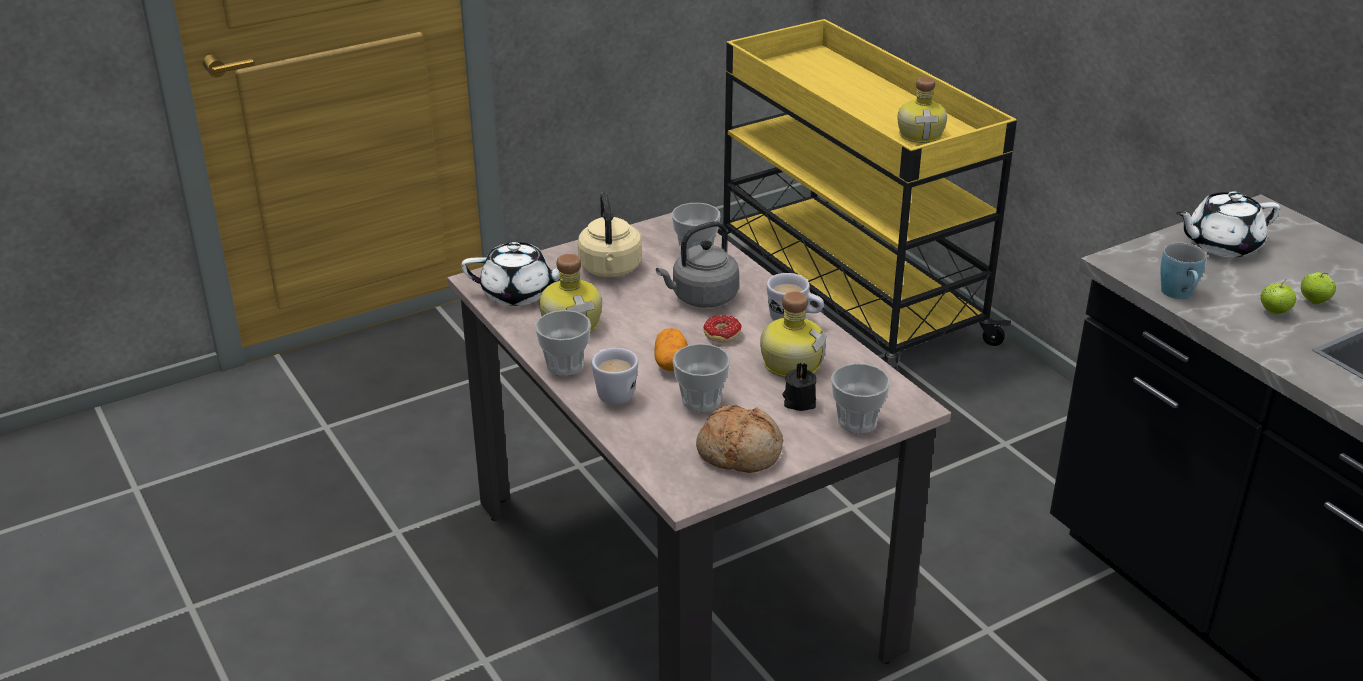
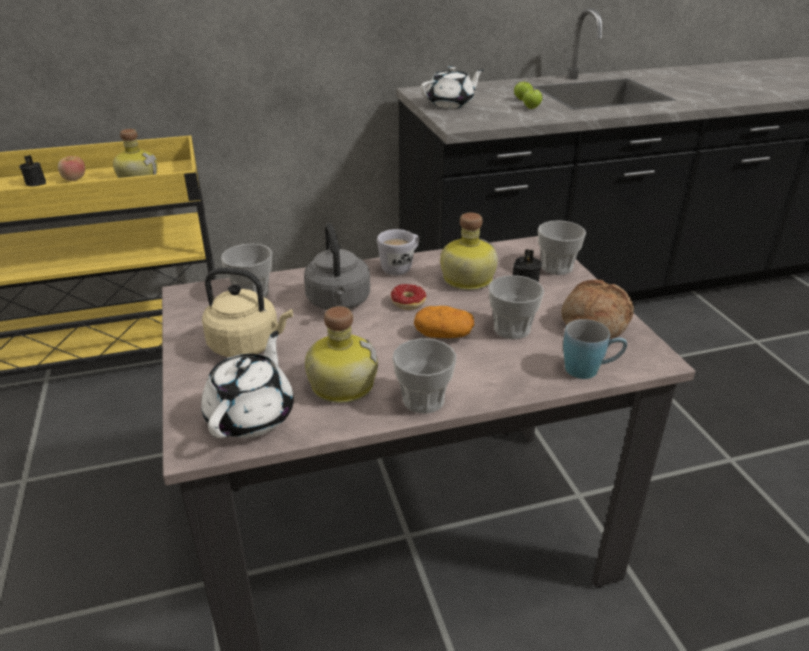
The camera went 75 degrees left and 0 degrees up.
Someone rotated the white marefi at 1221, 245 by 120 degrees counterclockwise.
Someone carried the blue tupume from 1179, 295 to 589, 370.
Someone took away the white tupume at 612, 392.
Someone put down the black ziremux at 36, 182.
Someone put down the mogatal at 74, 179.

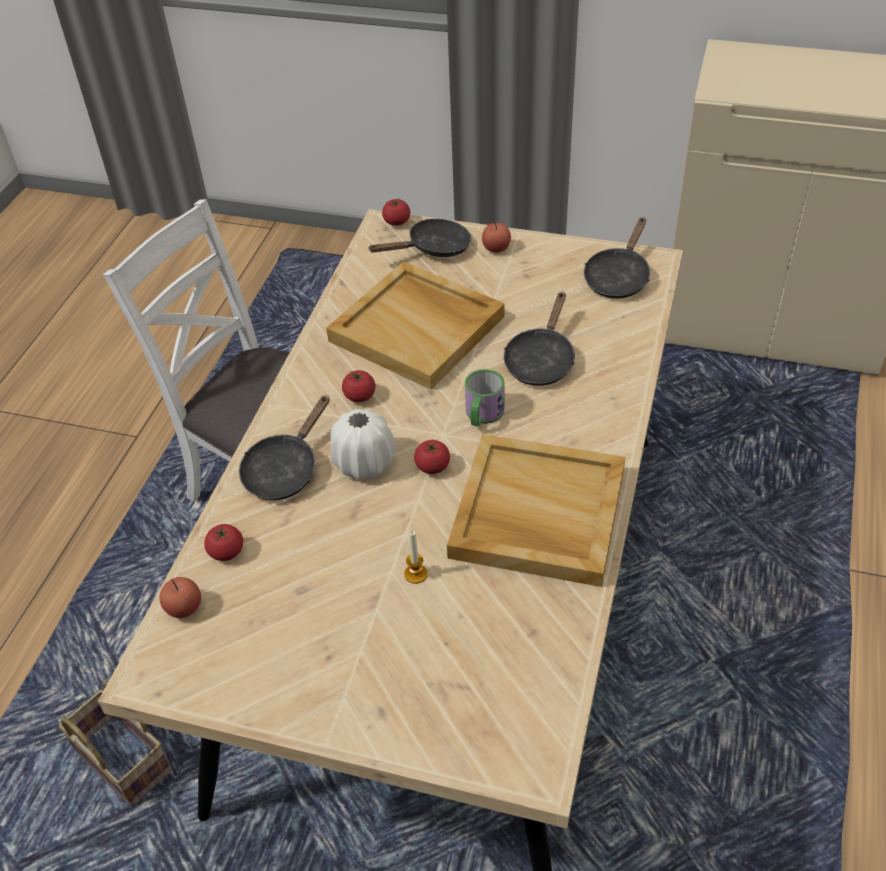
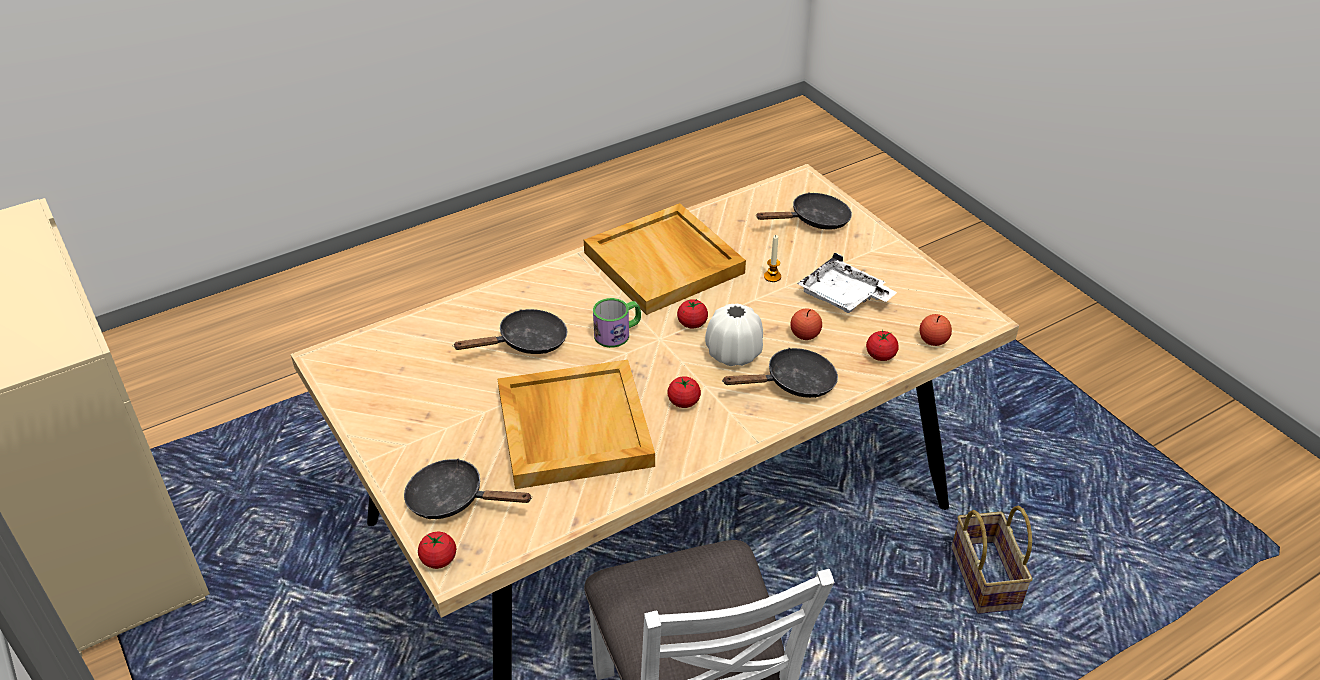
The camera went 140 degrees left and 5 degrees down.
Someone carried the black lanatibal from 618, 277 to 814, 221.
Someone carried the mogatal from 496, 248 to 805, 335.
Someone put down the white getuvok at 843, 297.

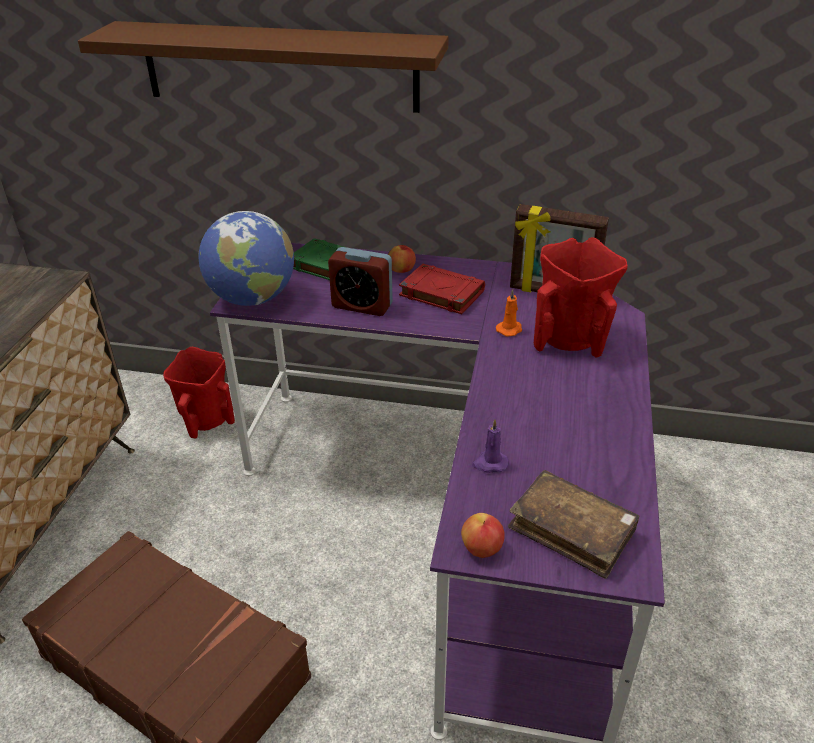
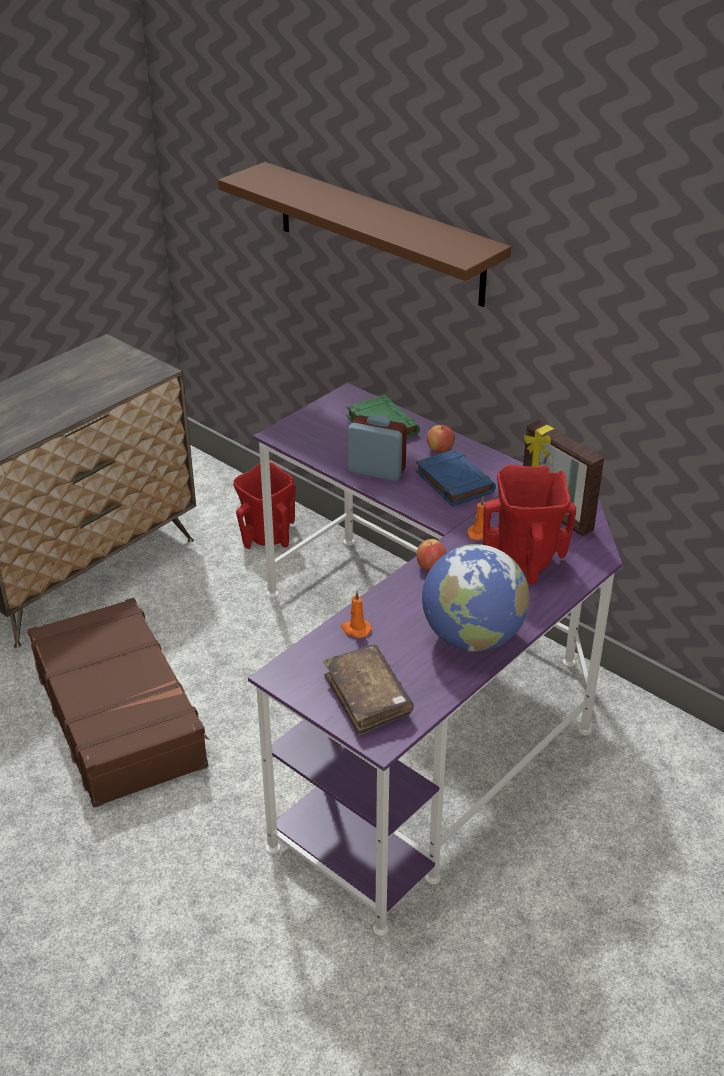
The camera went 30 degrees right and 0 degrees up.
Someone carried the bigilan from 252, 298 to 472, 637.
Someone rotated the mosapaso at 362, 306 by 150 degrees clockwise.
Someone repainted the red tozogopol at 440, 293, which became the blue tozogopol at 453, 482.
Someone repainted the purple ziremux at 489, 463, which became the orange ziremux at 355, 629.
Someone carried the mogatal from 482, 549 to 430, 566.

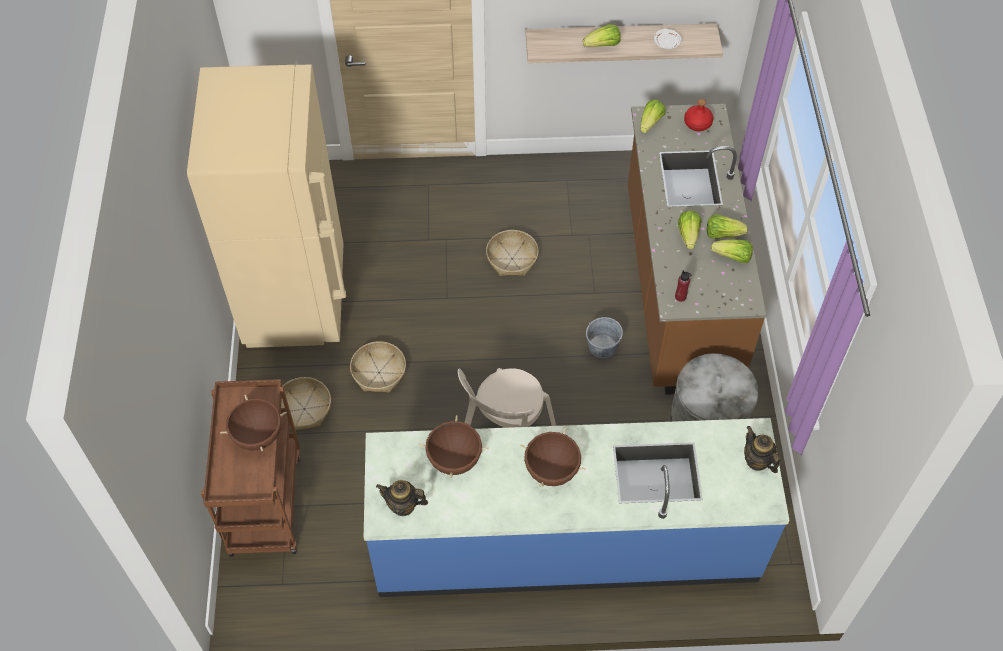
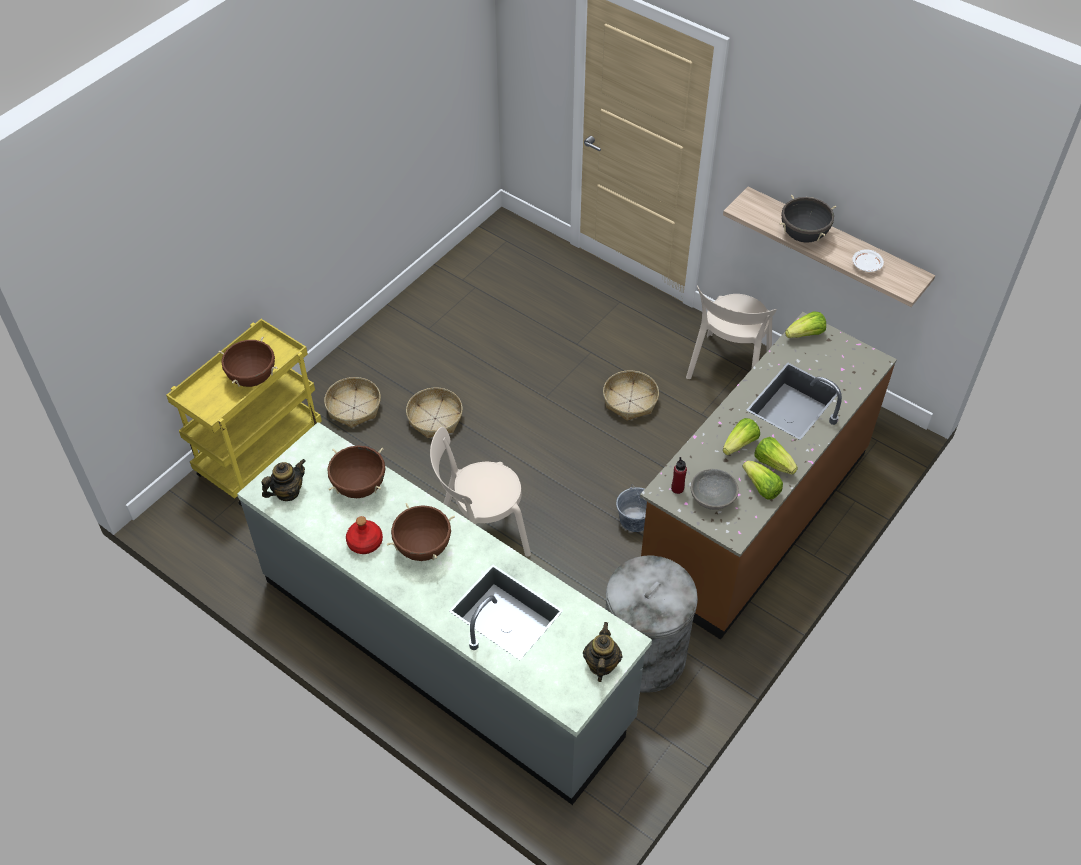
The camera went 40 degrees right and 5 degrees down.
Someone swapped the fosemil at 603, 45 for the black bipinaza at 803, 235.
Someone took away the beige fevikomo at 296, 299.
Someone carried the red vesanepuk from 697, 123 to 365, 542.
Someone repainted the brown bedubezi at 264, 501, which became the yellow bedubezi at 260, 453.
Someone repainted the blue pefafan at 565, 542, which became the grey pefafan at 445, 648.
Someone rotated the marefi at 403, 505 by 90 degrees clockwise.
Someone put down the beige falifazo at 727, 369.
Someone put down the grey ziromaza at 712, 497.

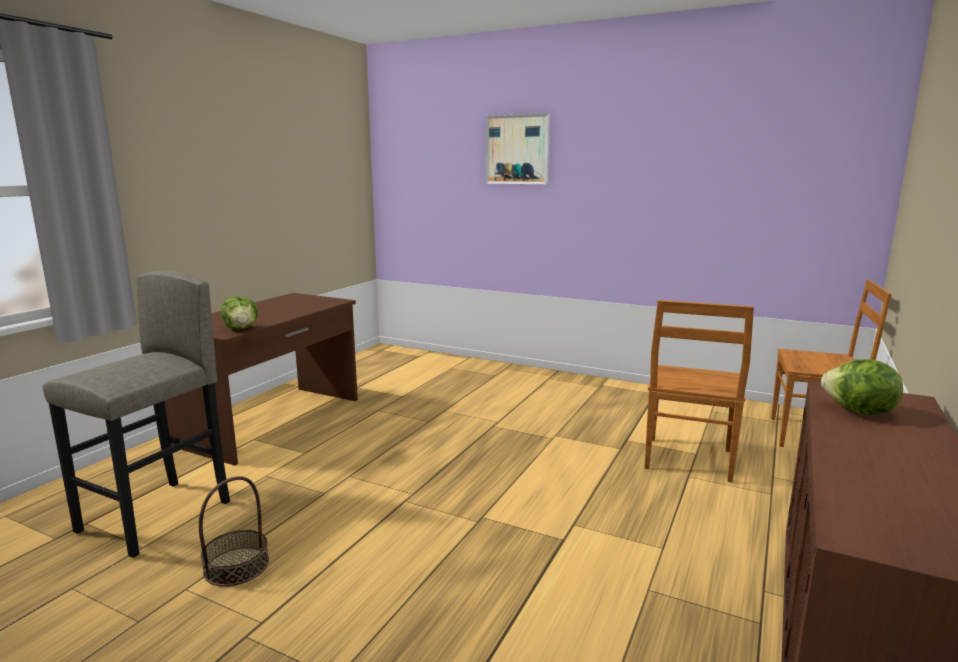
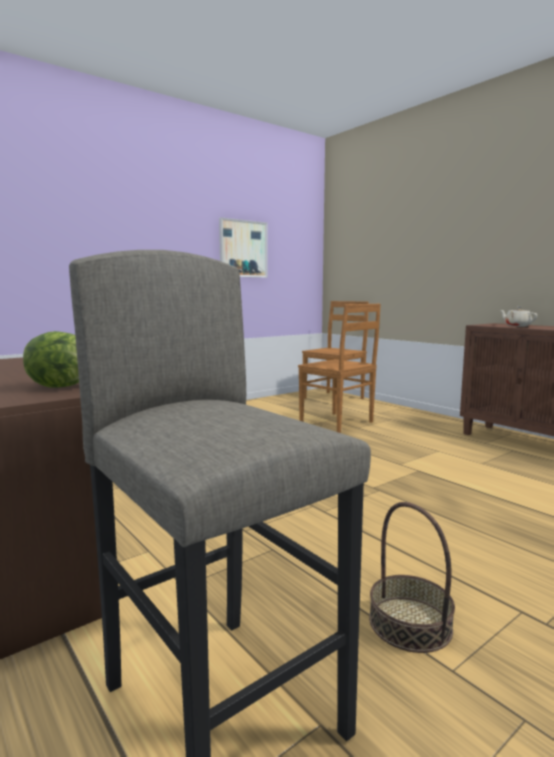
The camera went 65 degrees left and 5 degrees down.
Someone carried the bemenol from 517, 149 to 243, 249.
Someone swapped the fosemil at 859, 412 for the beige marefi at 516, 326.

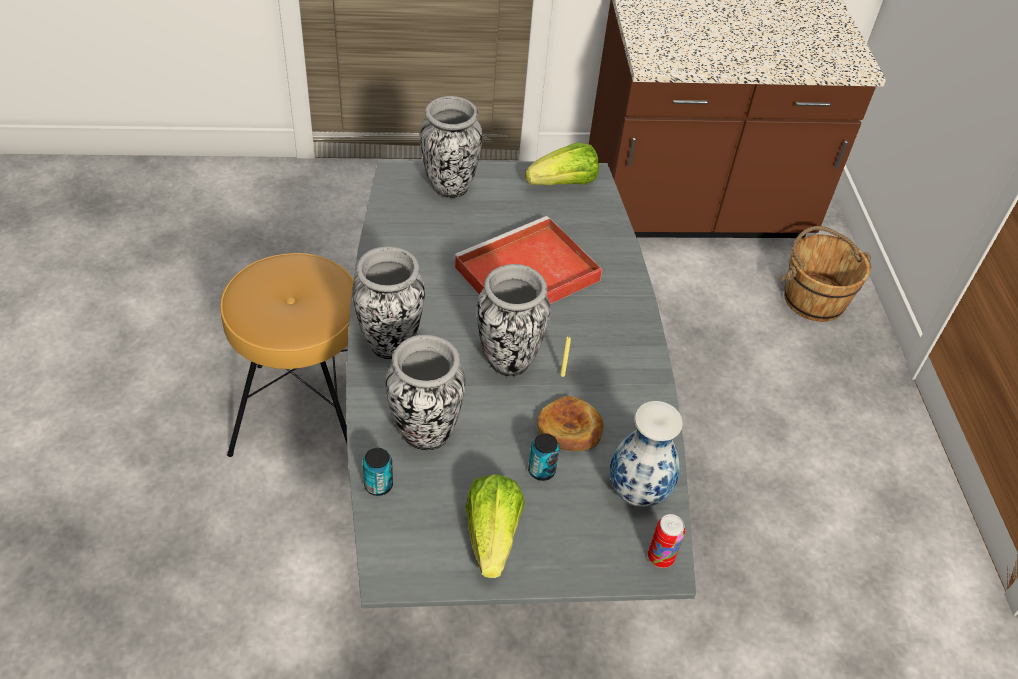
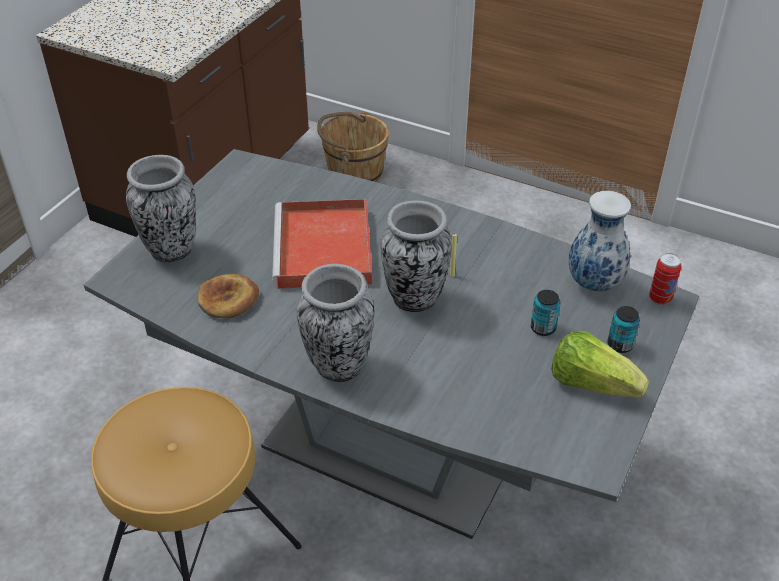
The camera went 55 degrees left and 5 degrees down.
Someone took away the fosemil at 564, 184.
Someone took away the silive at 425, 434.
Someone carried the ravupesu from 570, 428 to 228, 300.
Someone carried the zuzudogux from 378, 485 to 620, 345.

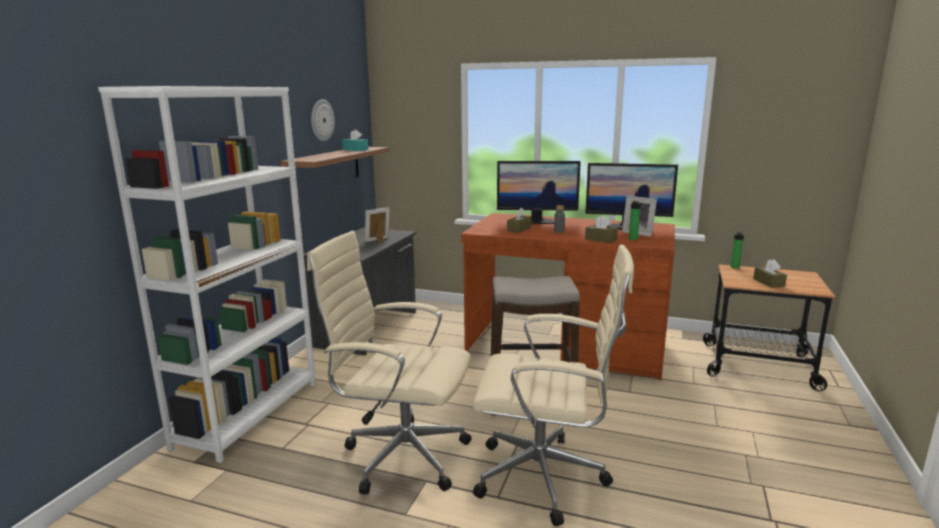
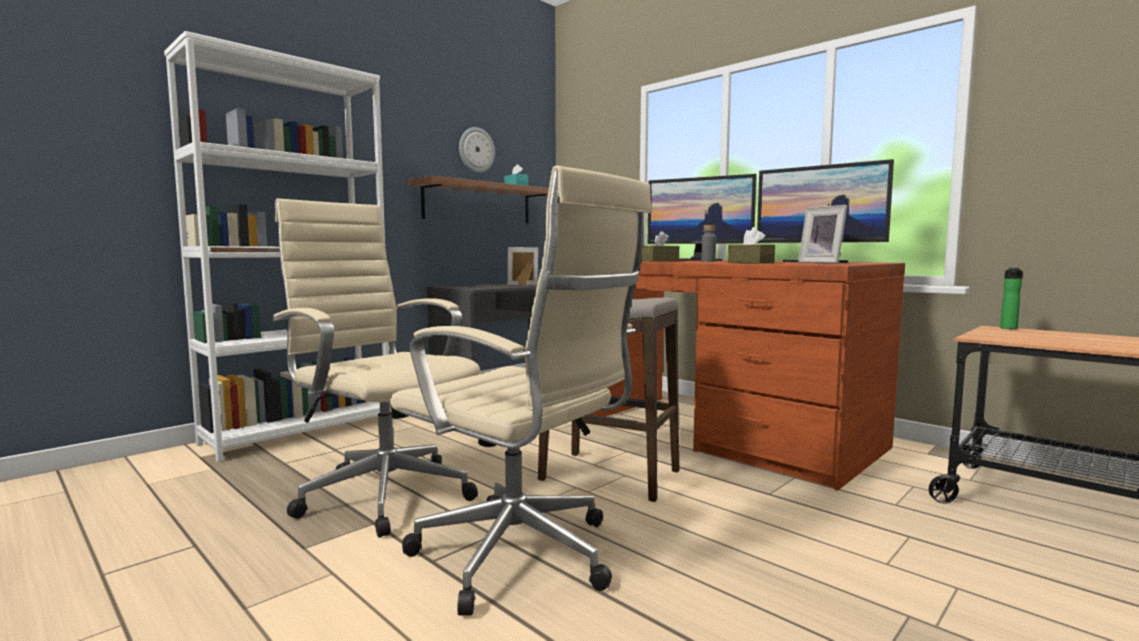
The camera went 25 degrees right and 10 degrees down.
Someone took away the vesanepuk at 634, 239.
Someone took away the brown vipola at 768, 282.

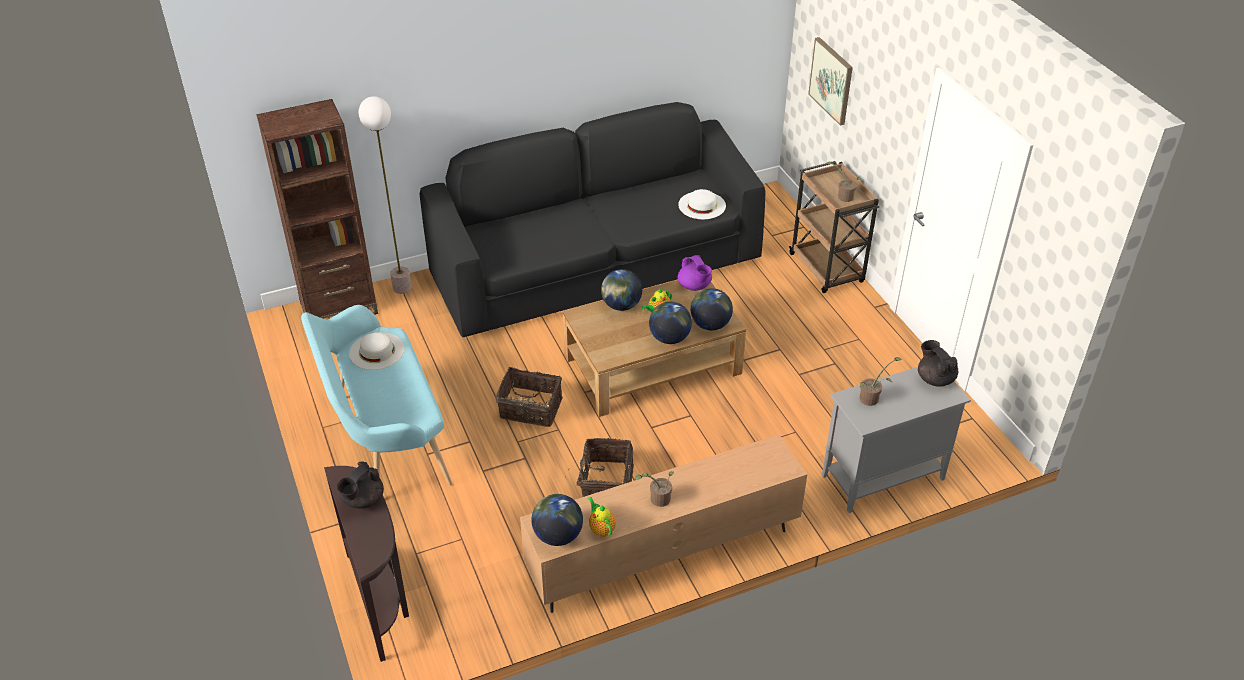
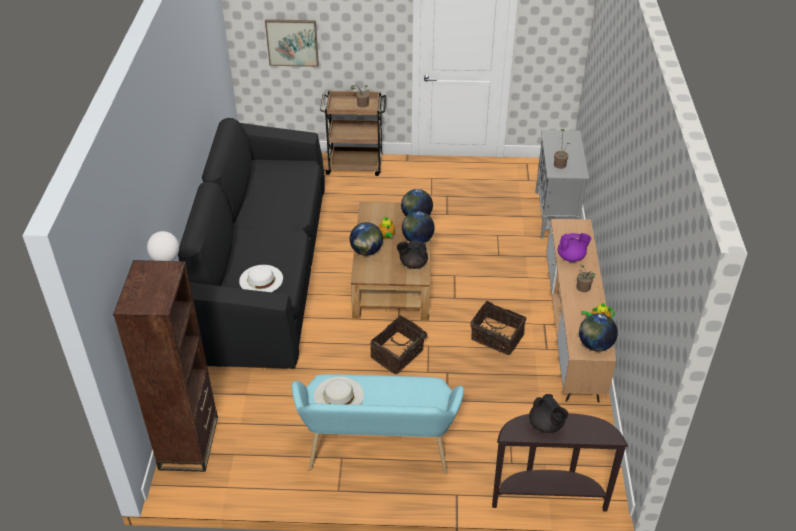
The camera went 65 degrees left and 0 degrees up.
Someone carried the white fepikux from 702, 205 to 261, 279.
Someone carried the purple marefi from 694, 286 to 571, 257.
Someone carried the black marefi from 935, 378 to 413, 264.

